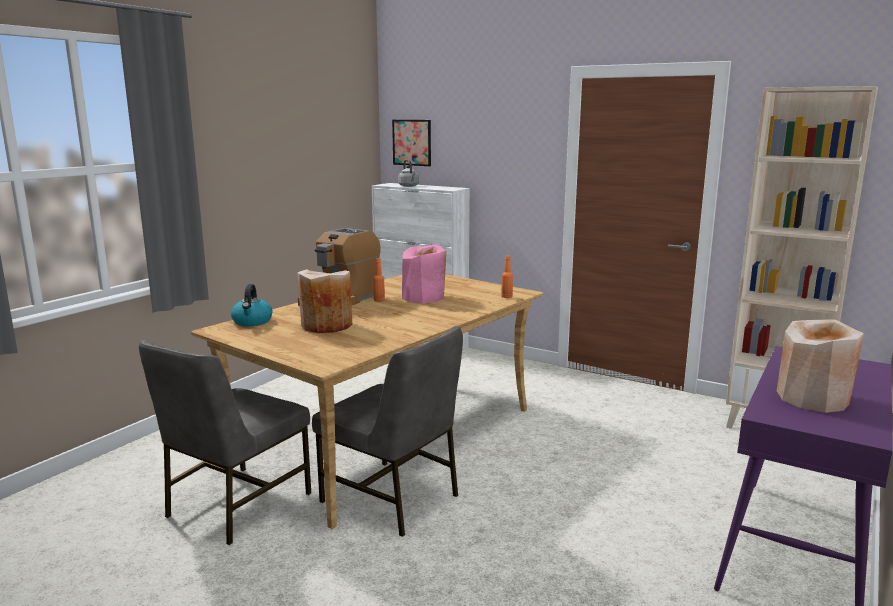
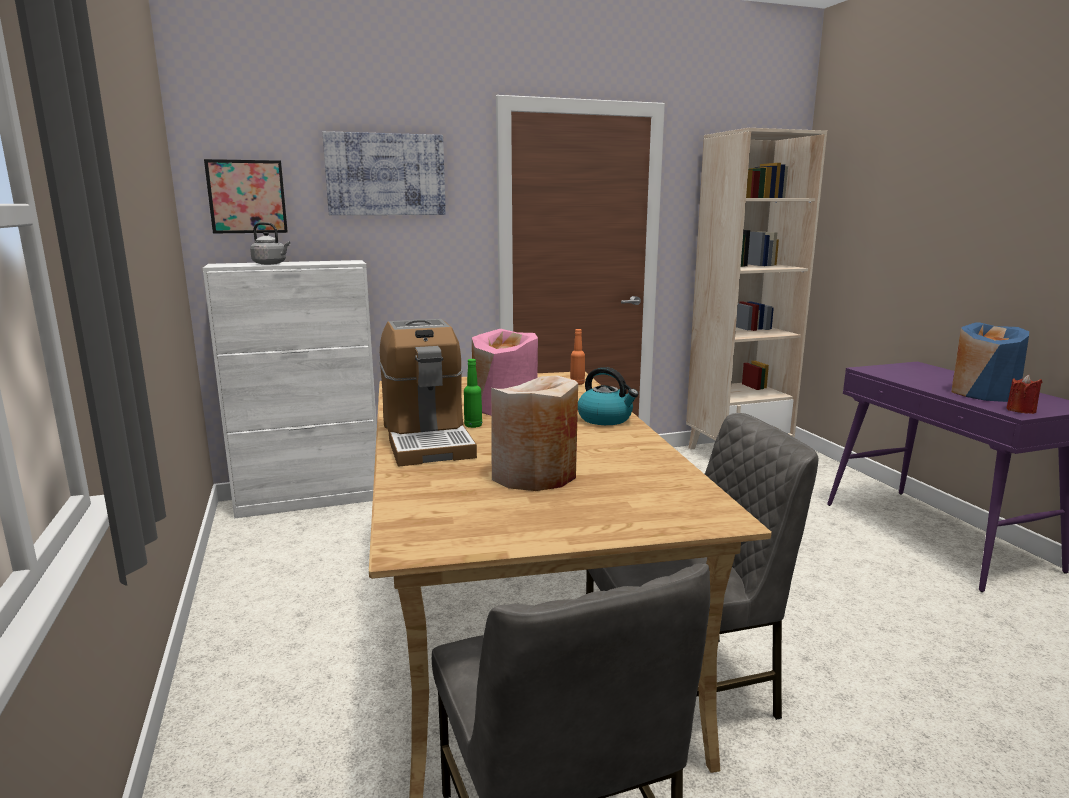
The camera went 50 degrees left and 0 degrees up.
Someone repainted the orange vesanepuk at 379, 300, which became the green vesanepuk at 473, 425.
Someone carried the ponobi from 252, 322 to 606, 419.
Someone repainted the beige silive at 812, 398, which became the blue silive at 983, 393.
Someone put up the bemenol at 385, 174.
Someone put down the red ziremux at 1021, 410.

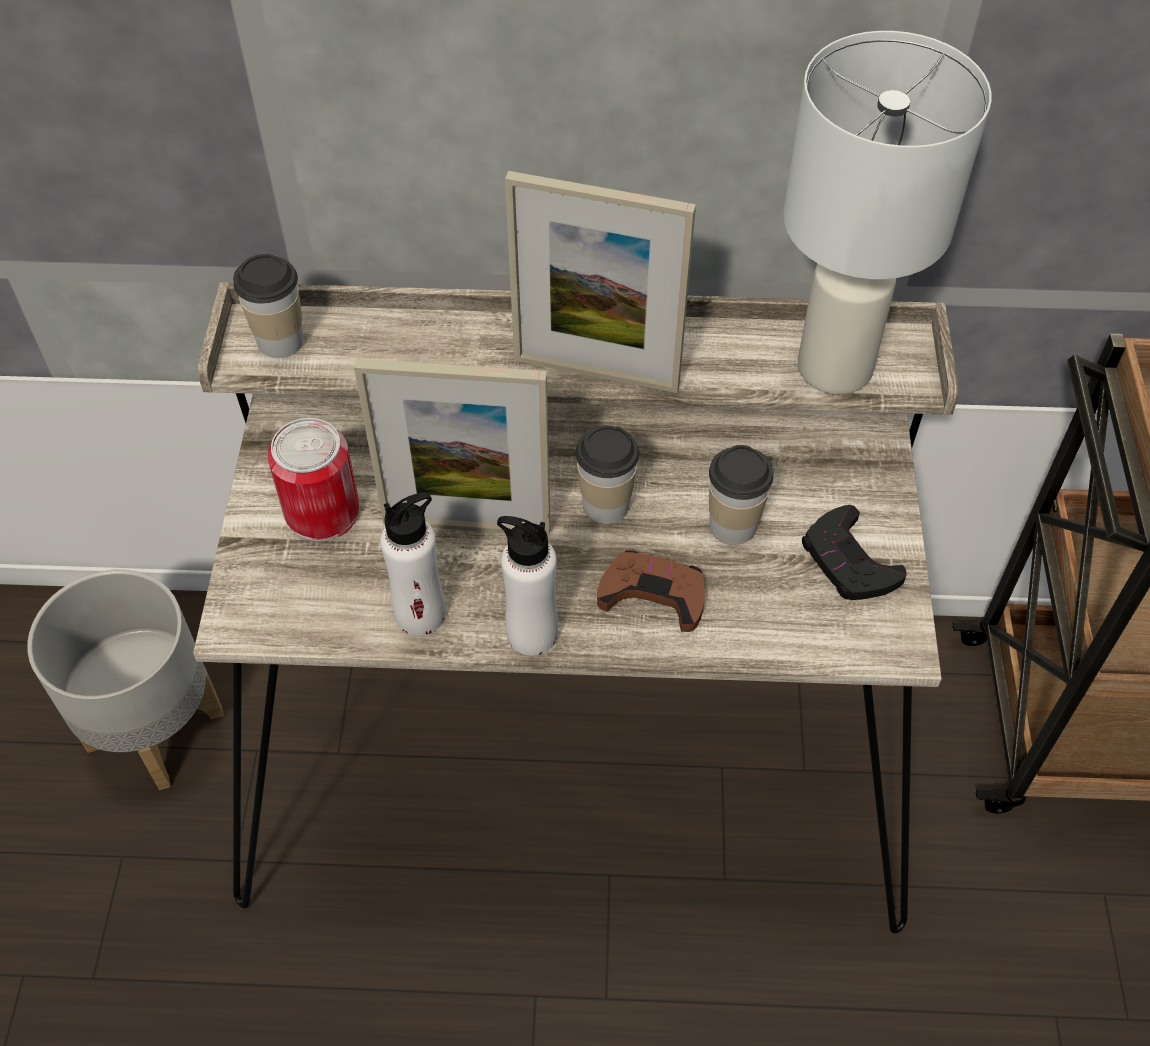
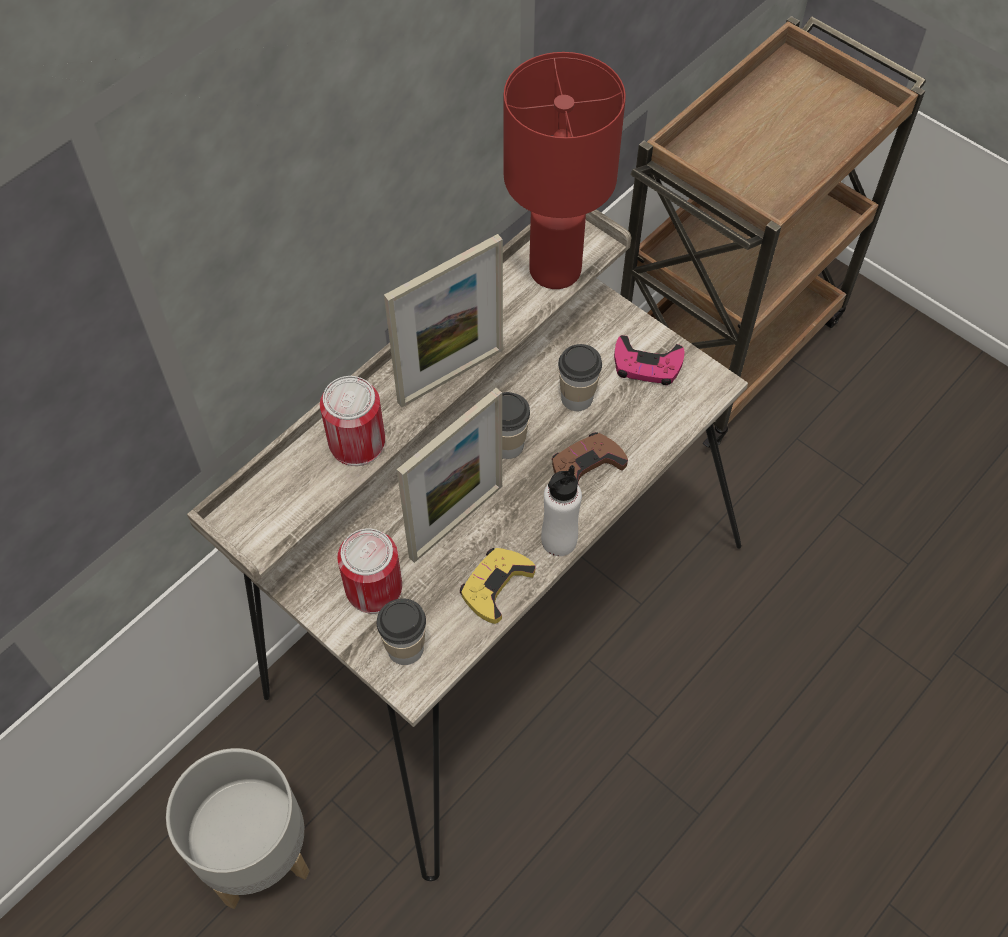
The camera went 50 degrees left and 5 degrees up.
Someone repainted the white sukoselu at 834, 365, which became the red sukoselu at 553, 268.
Someone carried the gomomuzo from 280, 341 to 405, 648.
Someone swapped the white vesanepuk at 420, 614 for the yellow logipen at 495, 586.
Someone repainted the black logipen at 849, 561, which became the pink logipen at 647, 365.
Someone put down the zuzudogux at 357, 442.

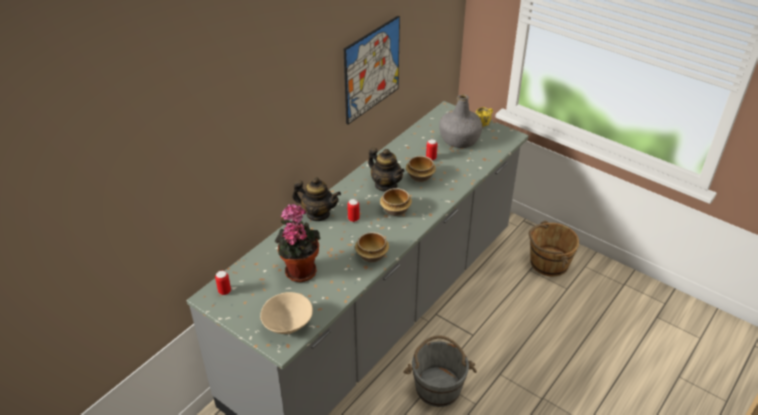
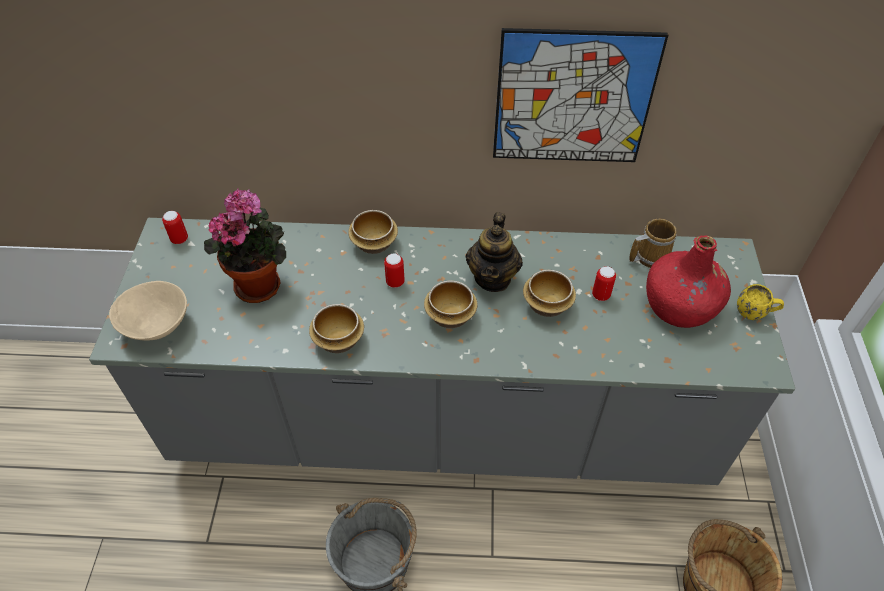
The camera went 55 degrees right and 10 degrees up.
Someone repainted the grey vesanepuk at 460, 139, which became the red vesanepuk at 680, 305.
Someone swapped the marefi at 318, 214 for the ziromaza at 375, 243.
Someone put down the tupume at 649, 256.

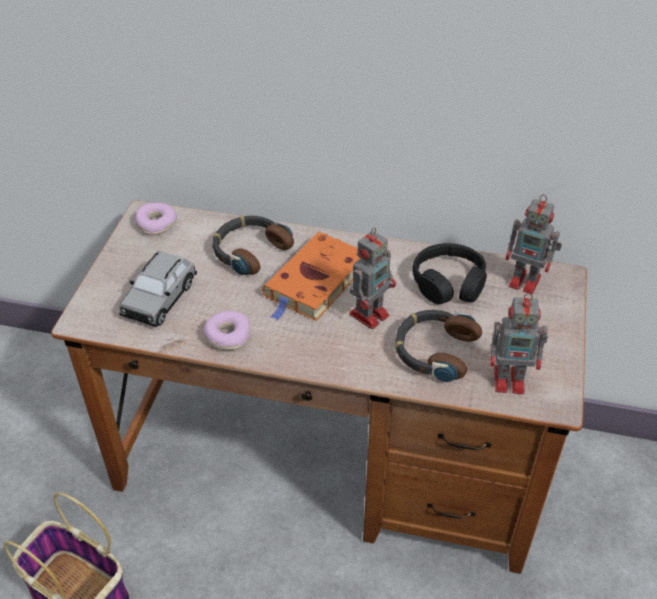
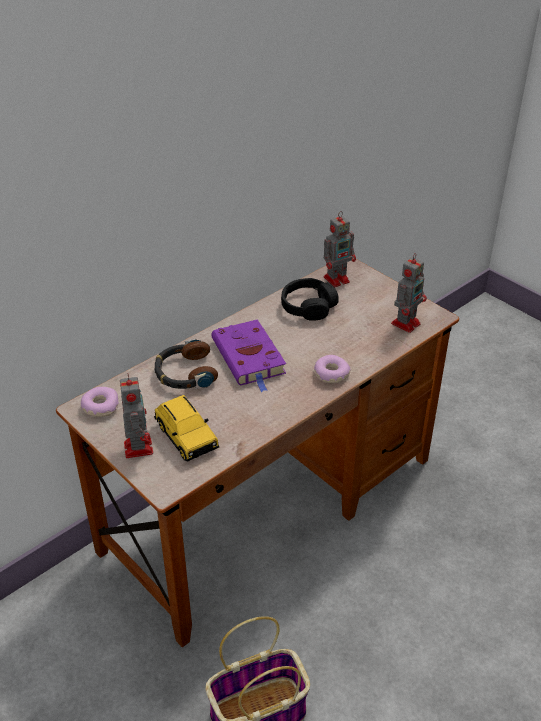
The camera went 55 degrees left and 5 degrees down.
Someone carried the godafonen from 370, 313 to 138, 446.
Someone repainted the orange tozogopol at 315, 282, which became the purple tozogopol at 249, 358.
Someone repainted the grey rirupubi at 160, 298, which became the yellow rirupubi at 186, 437.
Someone took away the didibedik at 434, 350.
Someone carried the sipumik from 227, 336 to 331, 374.

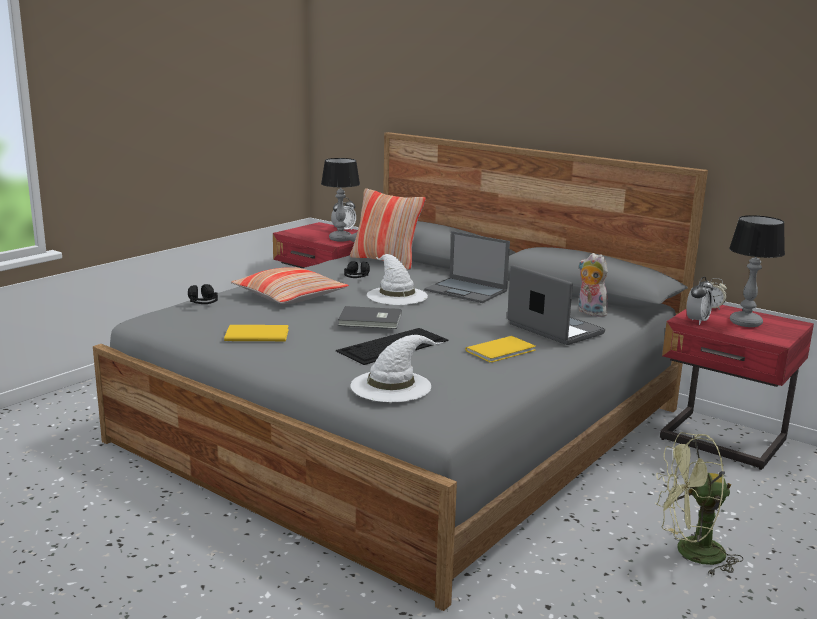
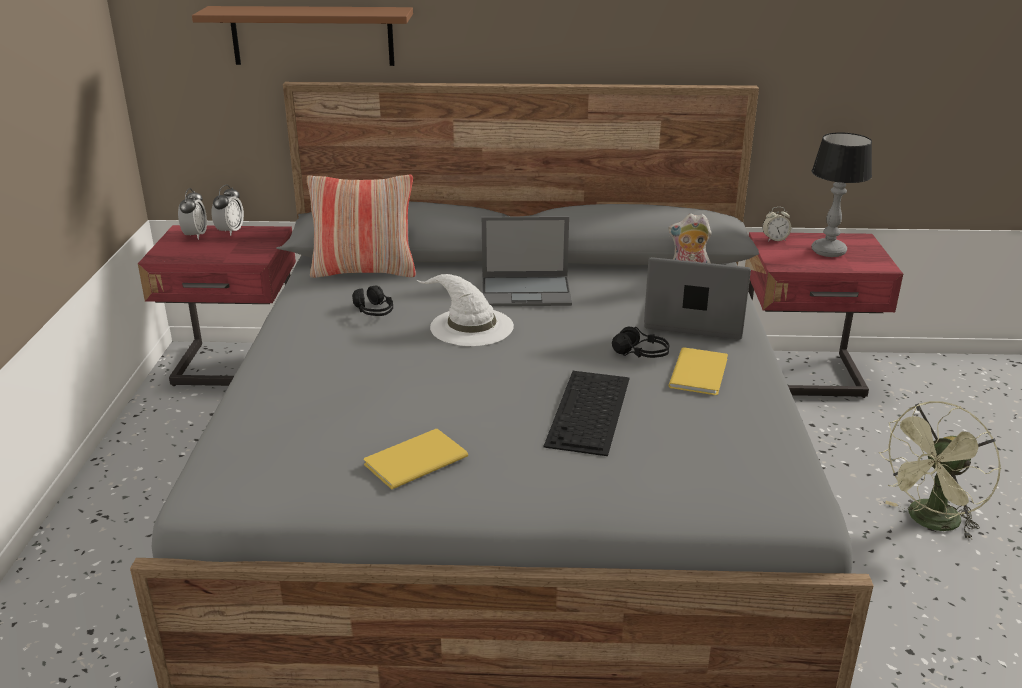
The camera went 35 degrees left and 10 degrees up.
Someone took away the sukoselu at 341, 239.
Someone took away the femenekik at 289, 297.
Someone carried the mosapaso from 697, 321 to 195, 235.
Someone carried the black didibedik from 203, 303 to 641, 354.
Someone took away the grey tozogopol at 371, 320.
Someone took away the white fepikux at 392, 385.
Someone put up the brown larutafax at 312, 36.

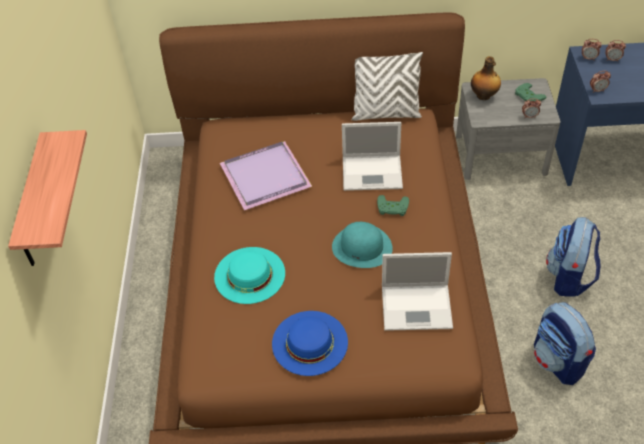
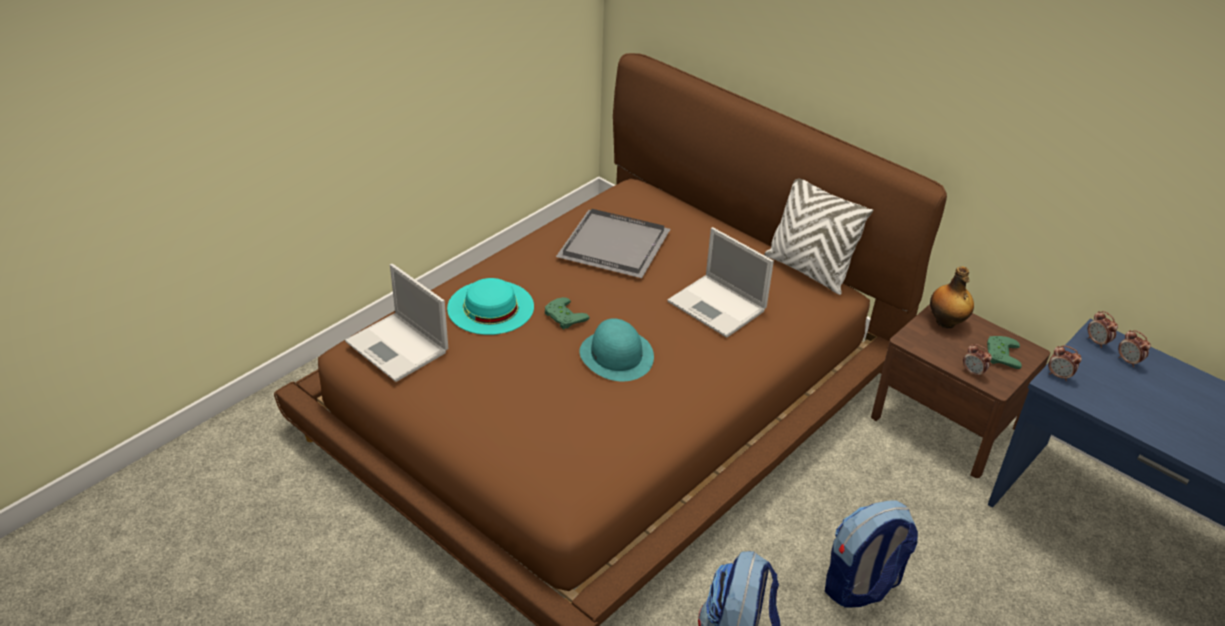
The camera went 40 degrees right and 10 degrees down.
Someone repainted the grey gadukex at 500, 154, which became the brown gadukex at 946, 423.
Someone took away the larutafax at 33, 205.
Someone repainted the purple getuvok at 267, 177, which became the grey getuvok at 615, 247.
Someone carried the green logipen from 392, 208 to 563, 317.
Someone carried the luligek from 418, 307 to 398, 347.
Someone took away the blue fepikux at 310, 342.

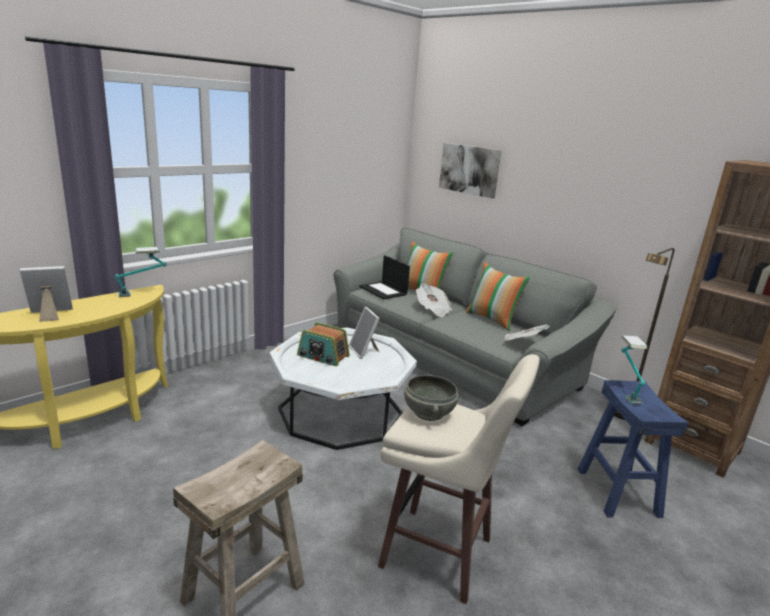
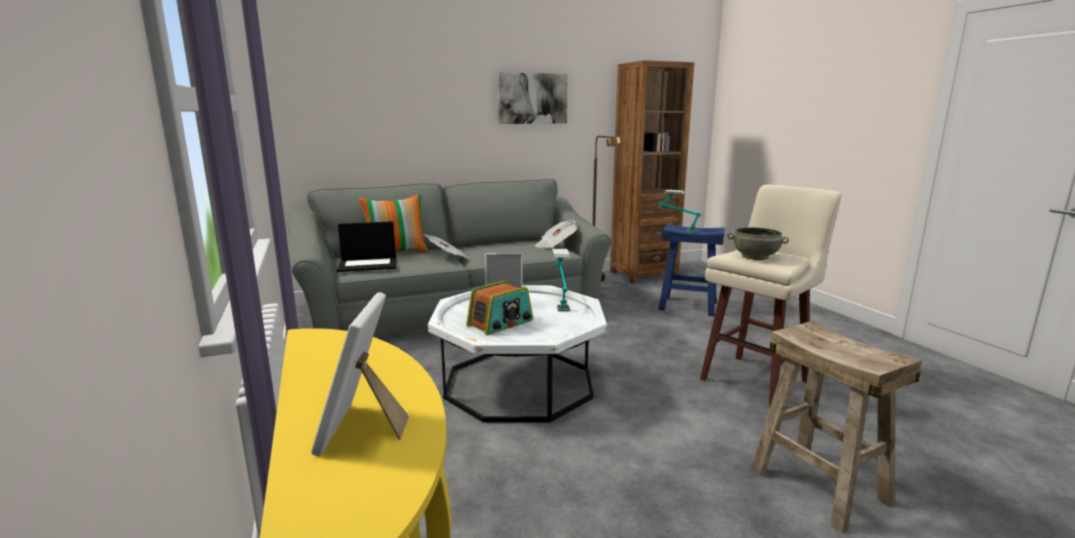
The camera went 65 degrees left and 5 degrees down.
Someone carried the bemenol from 469, 169 to 532, 98.
Someone carried the sukoselu from 143, 293 to 561, 302.
Someone took away the femenekik at 492, 319.

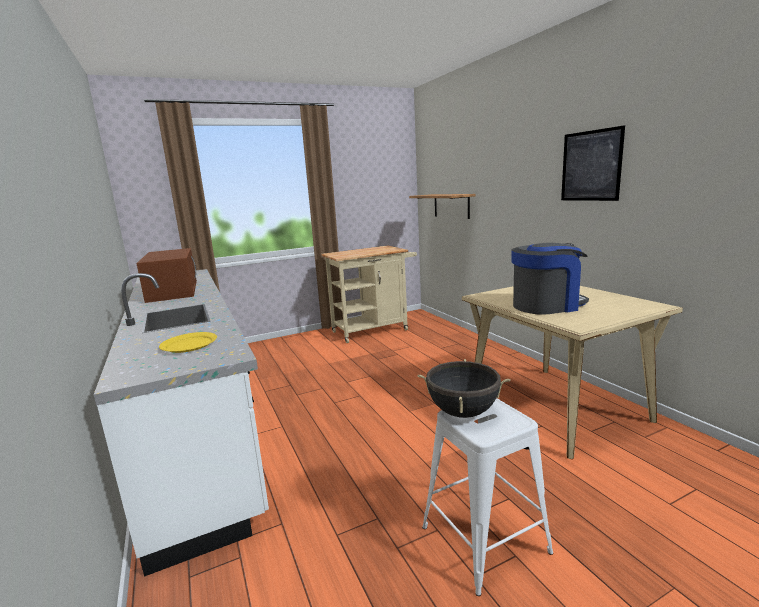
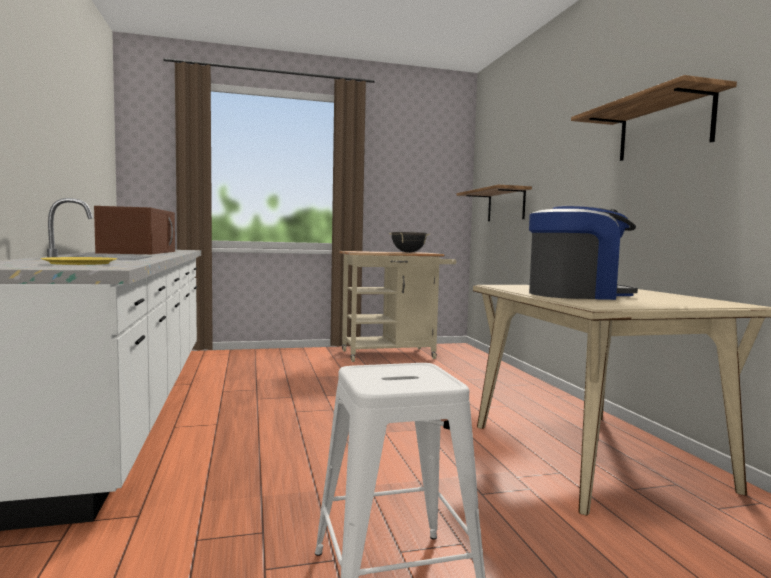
The camera went 10 degrees right and 10 degrees down.
Someone swapped the bemenol at 591, 166 for the larutafax at 664, 128.
Someone carried the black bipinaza from 462, 412 to 408, 252.

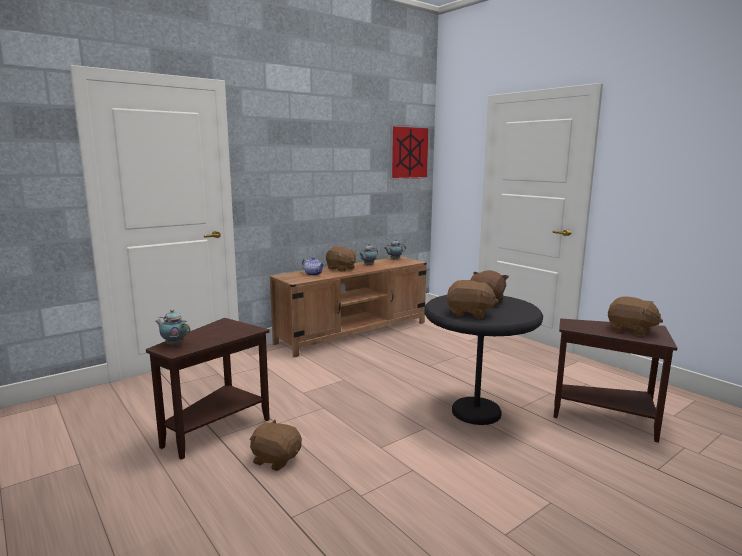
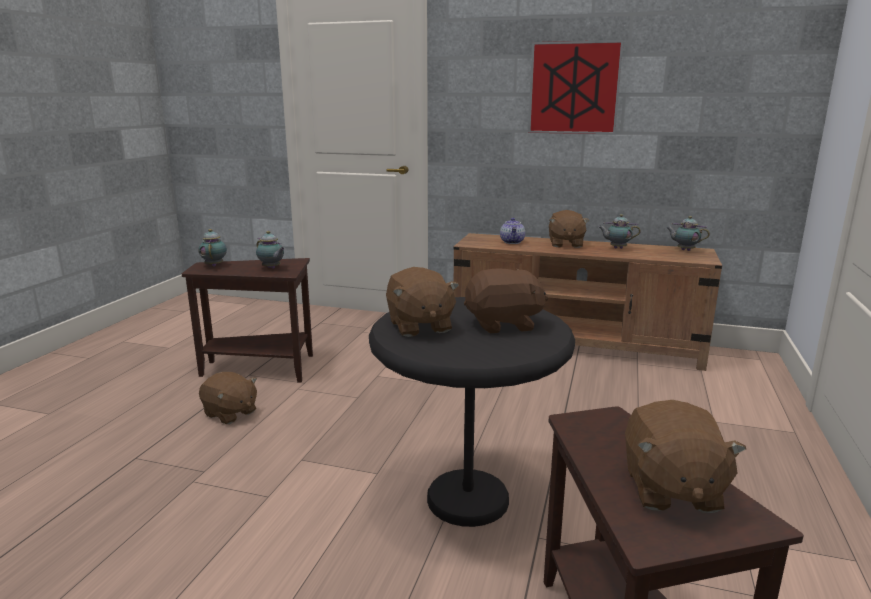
The camera went 55 degrees right and 5 degrees up.
Someone carried the bemenol from 409, 152 to 574, 88.
Someone rotated the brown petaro at 276, 459 by 135 degrees clockwise.
Someone put down the marefi at 272, 268.

